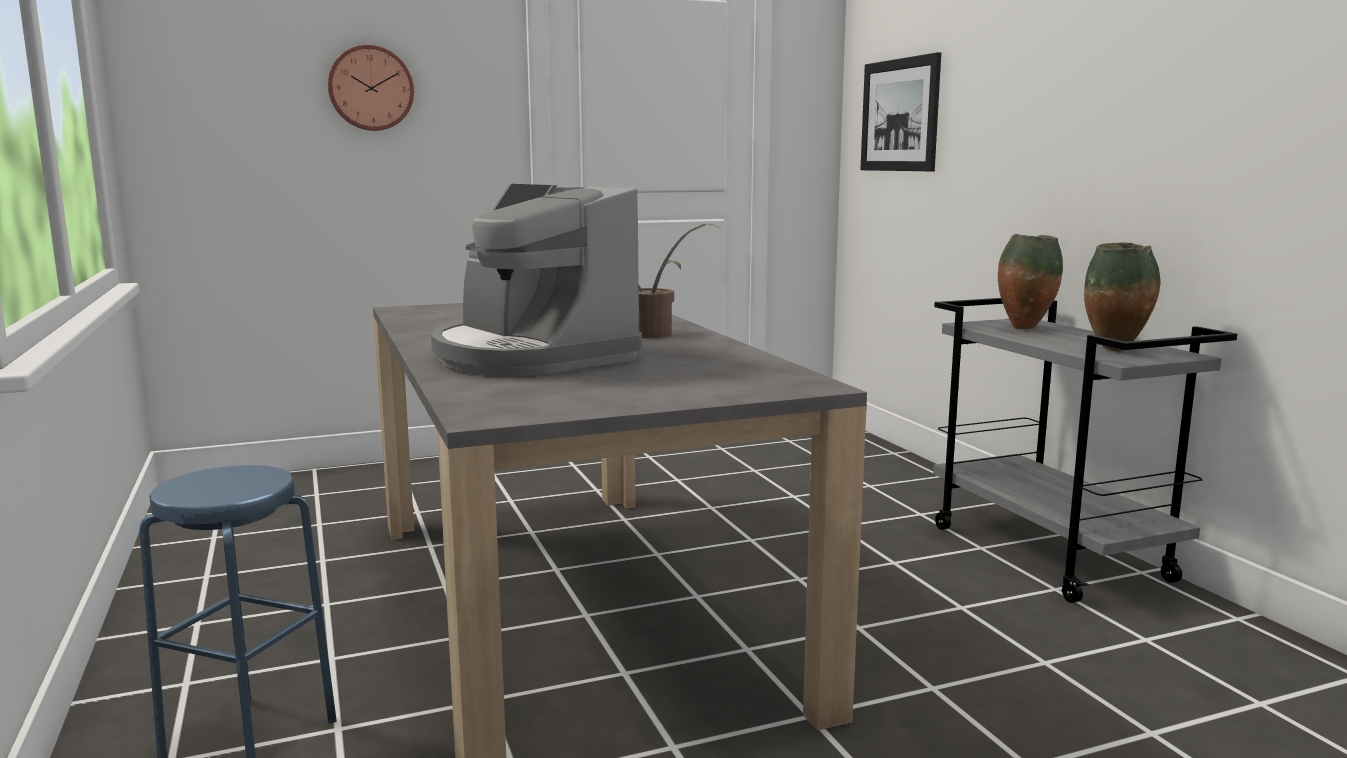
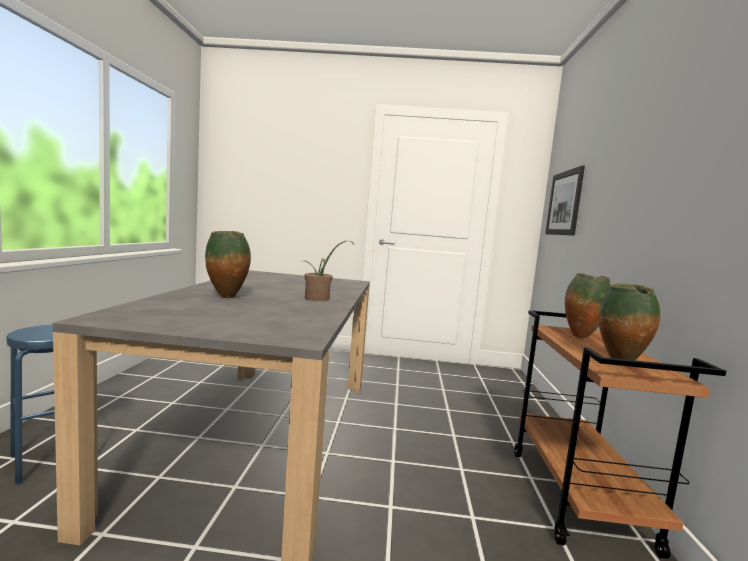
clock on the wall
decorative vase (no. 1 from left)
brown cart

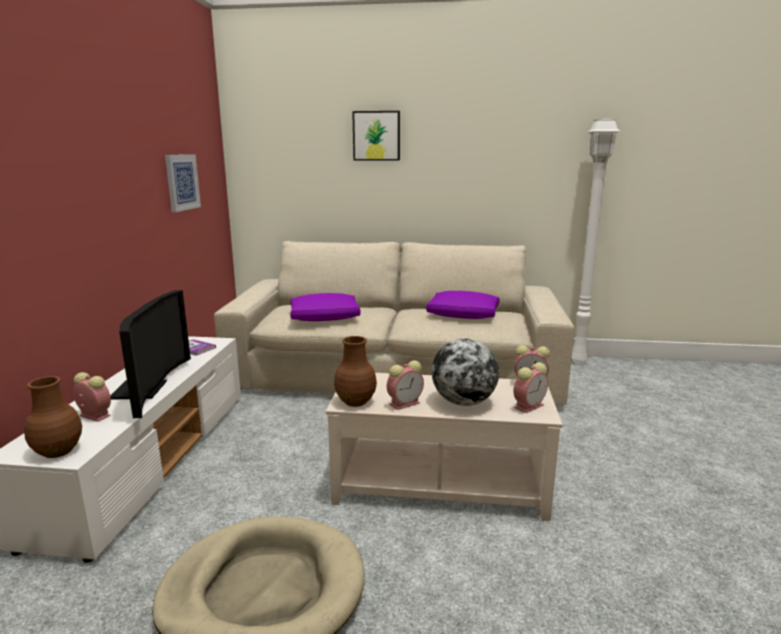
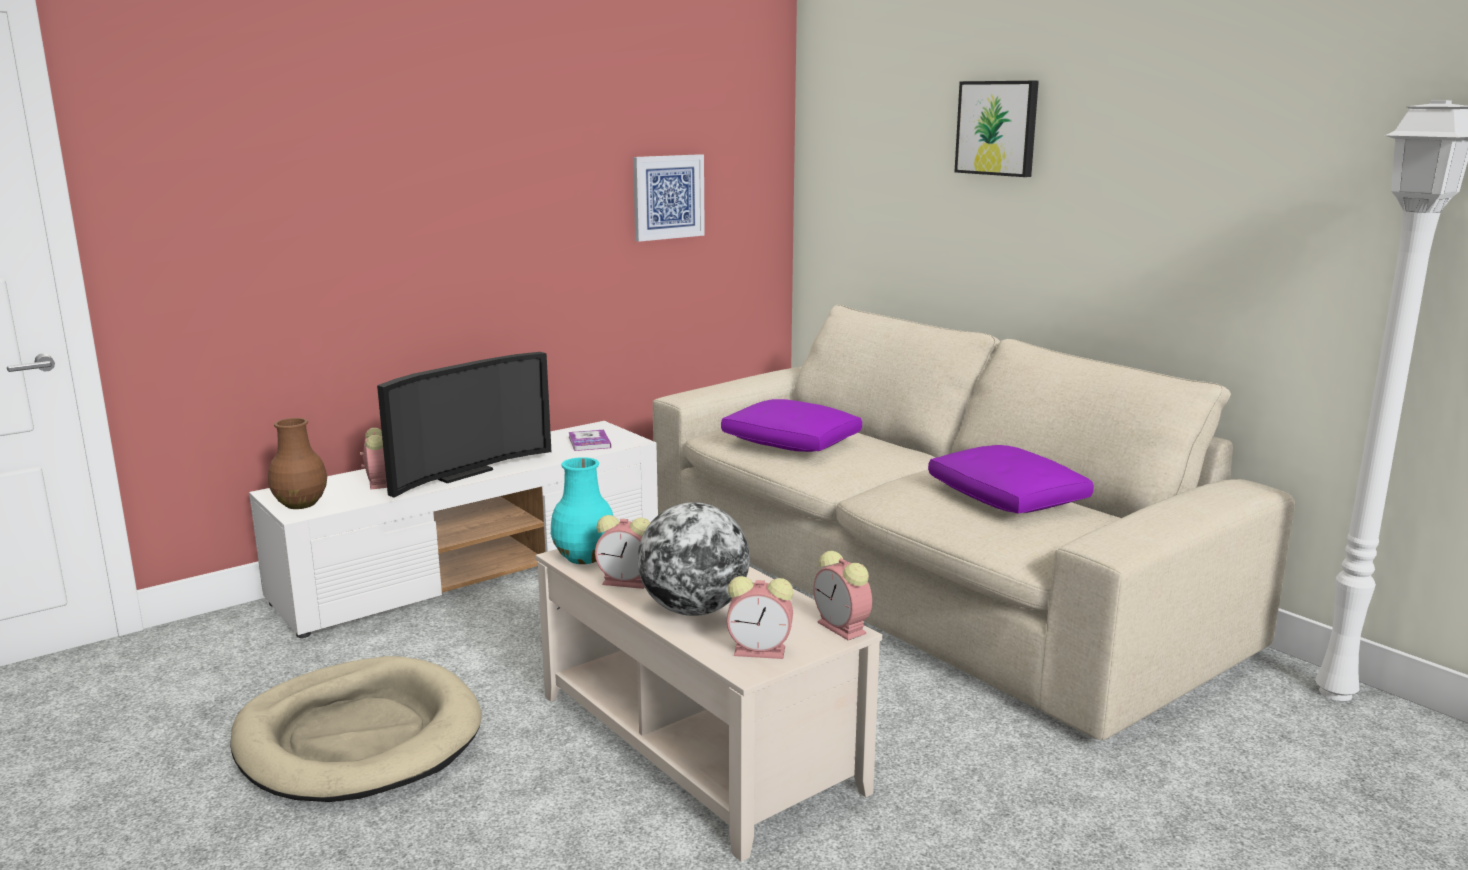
turquoise-coloured decorative vase

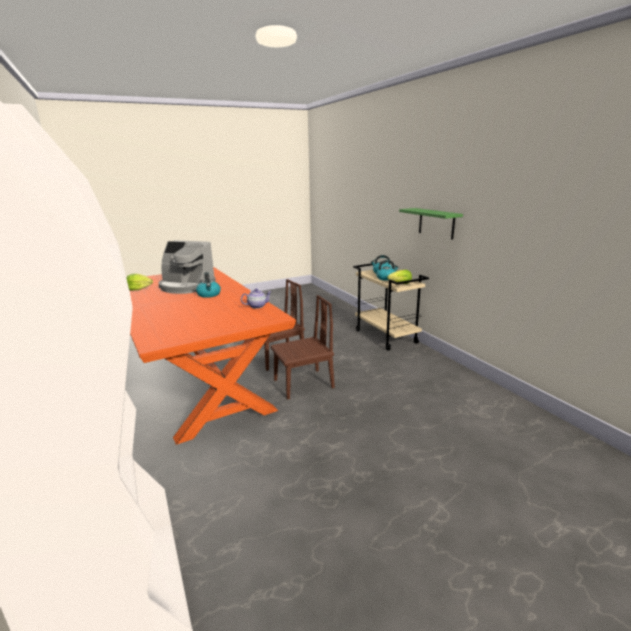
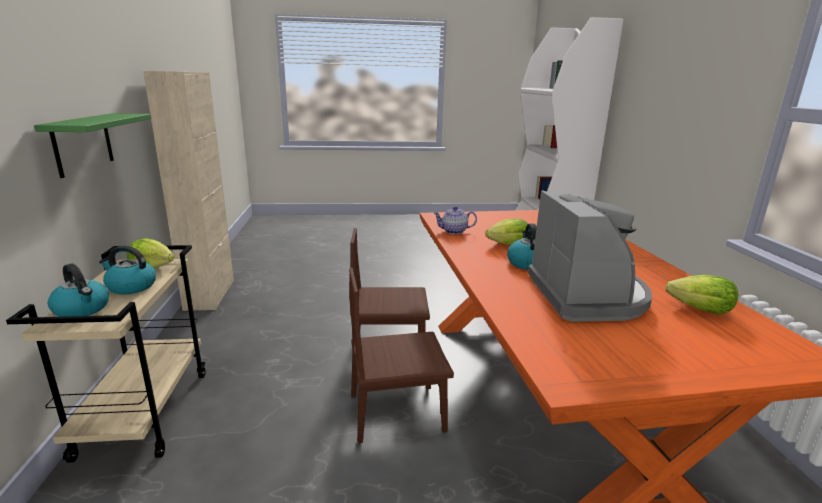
coffee maker
beige-coloured storage cabinet
lettuce head (no. 2 from left)

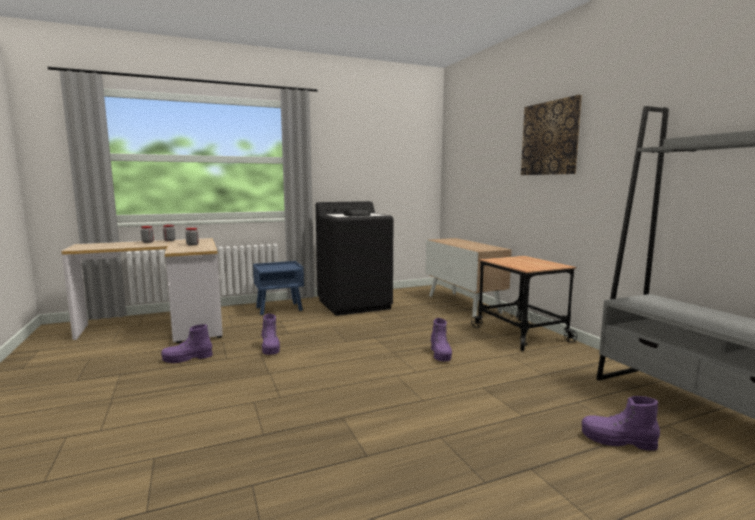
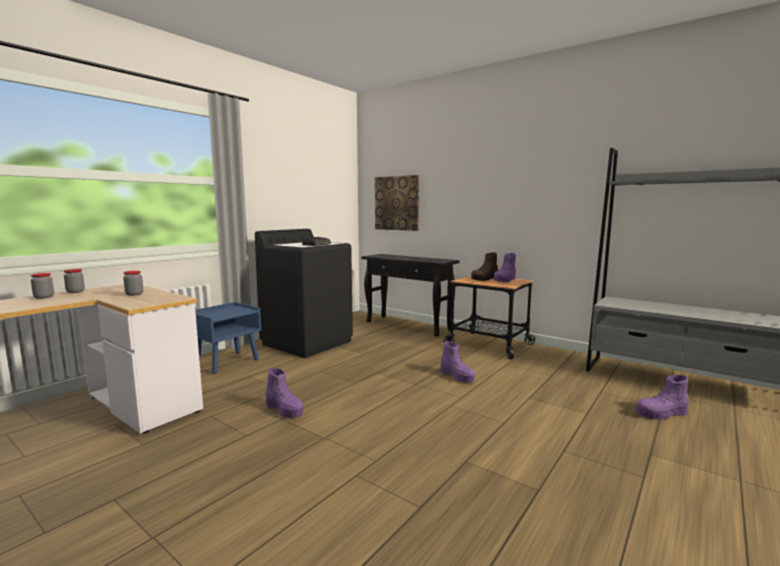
purple high-top boot (no. 3 from left)
black-coloured console table
picture
brown high-top boot

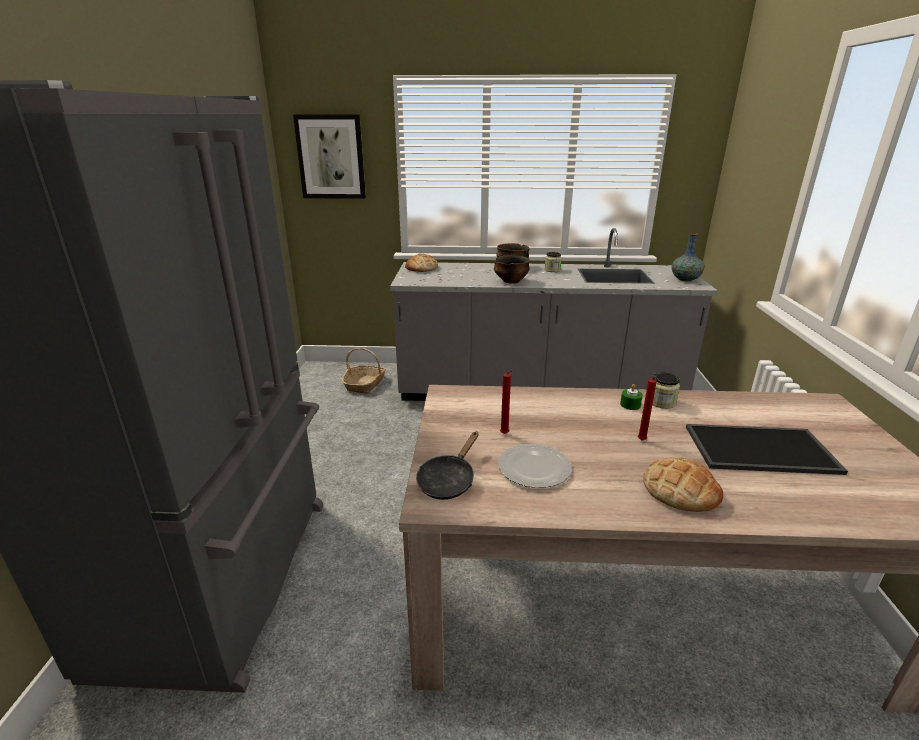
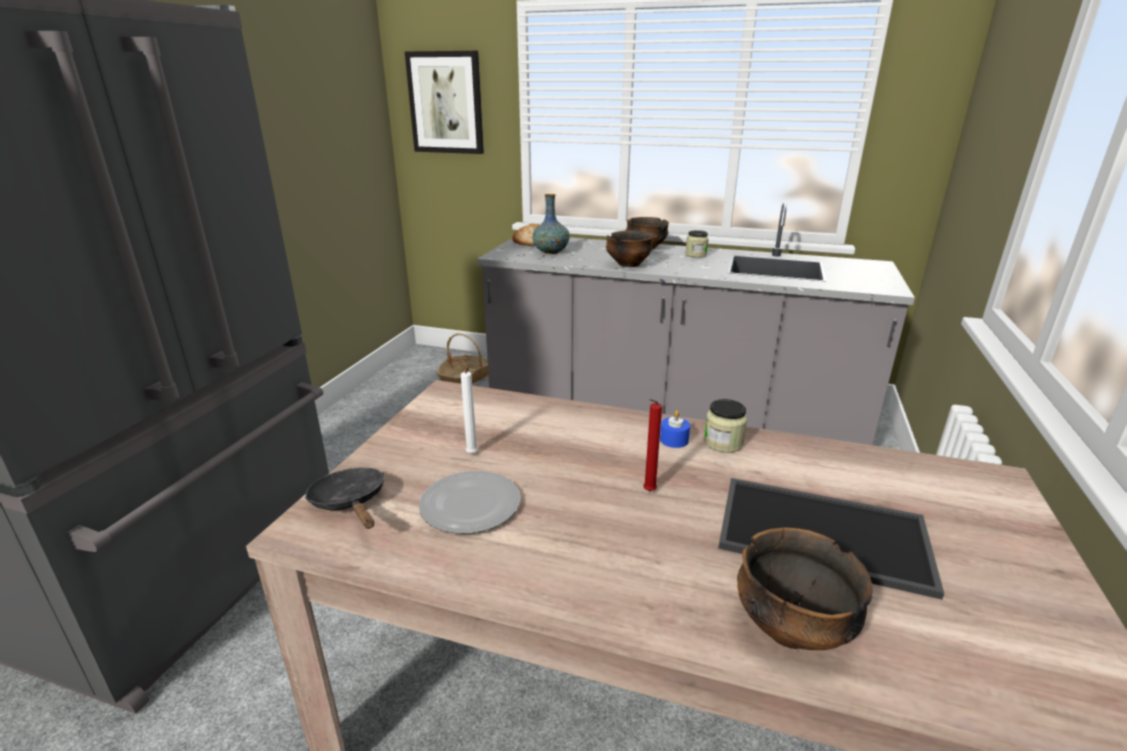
black-coloured skillet
white-coloured wax light
bluish wax light
baked bread (no. 2 from left in the first image)
decorative vase
serving bowl (no. 3 from left)

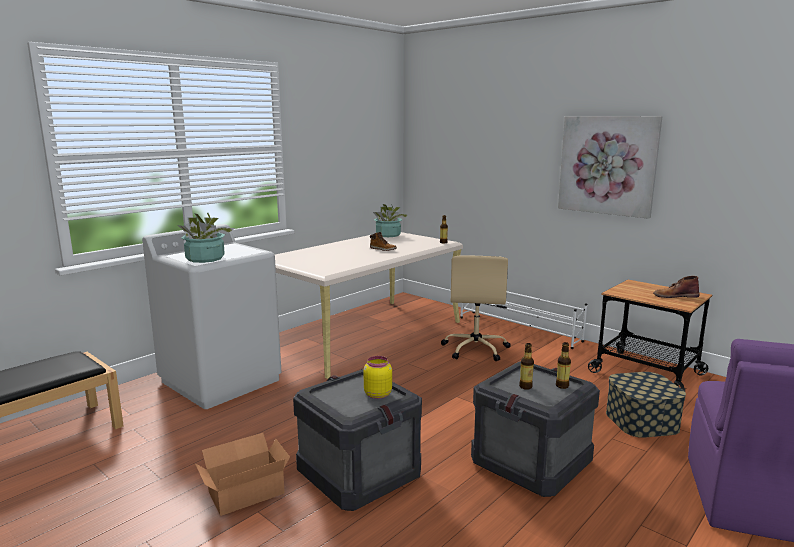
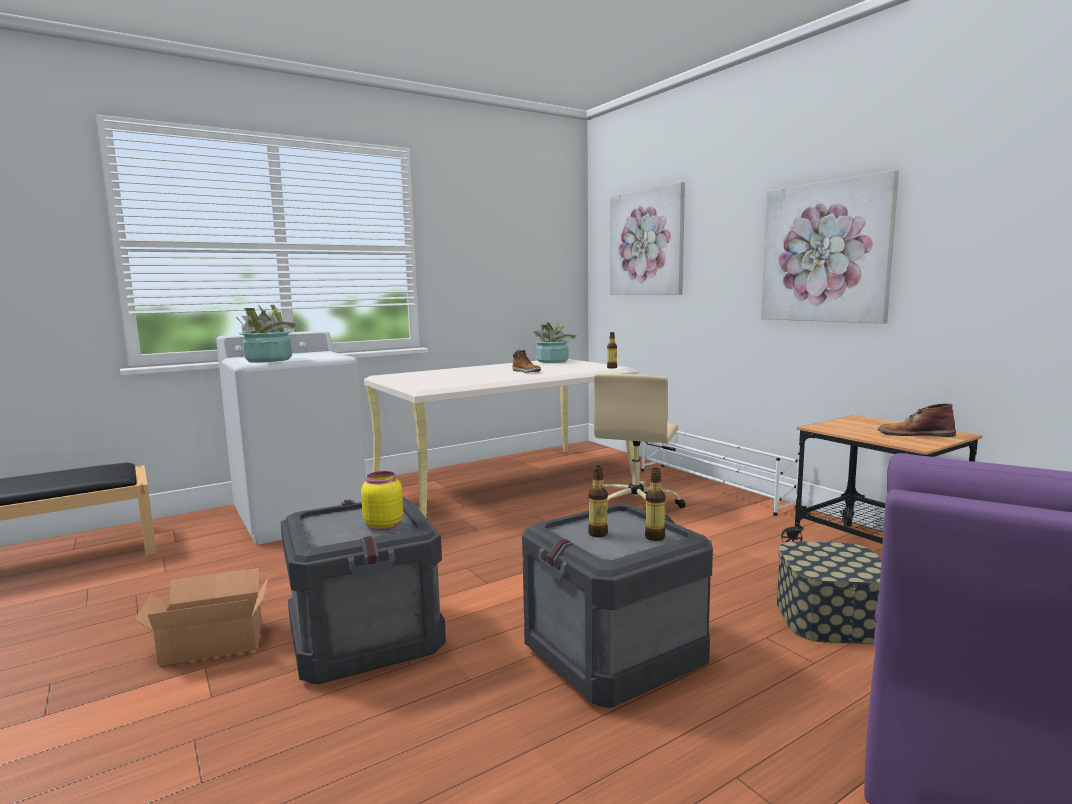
picture (no. 1 from left)

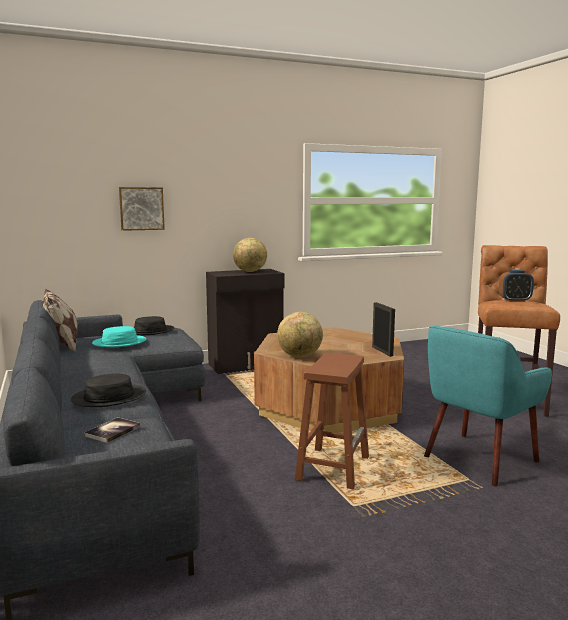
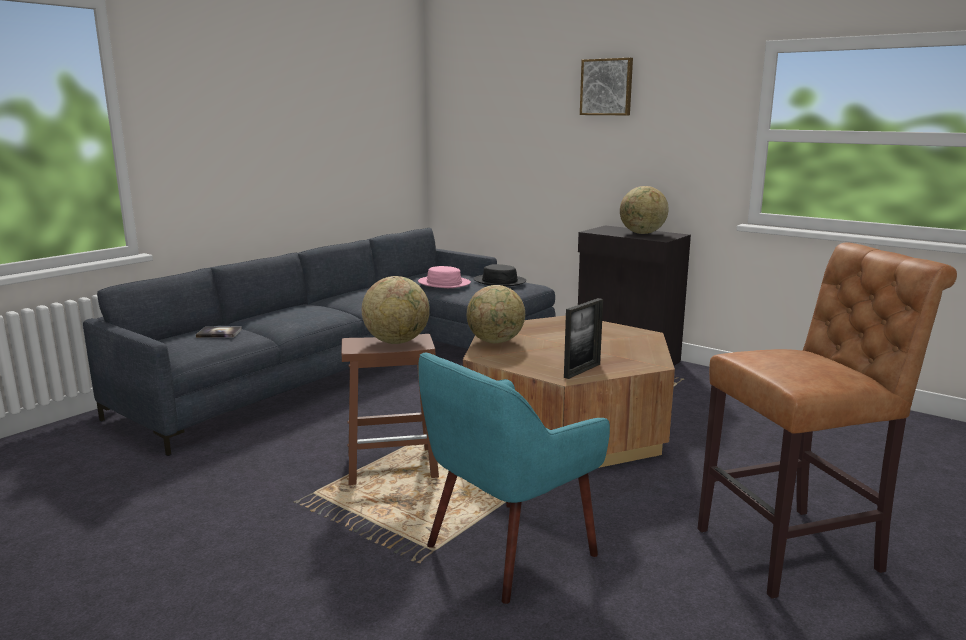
pillow
black-coloured wearable hat (no. 1 from left in the first image)
pinkish wearable hat
picture
turquoise-coloured armchair
bedside clock
globe (no. 1 from left)

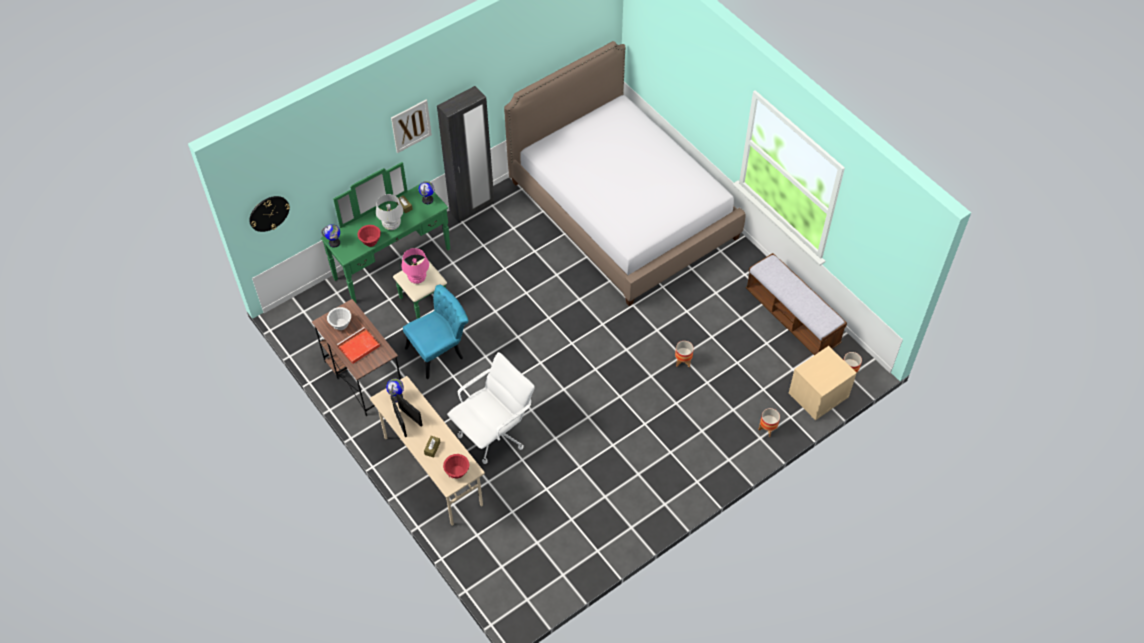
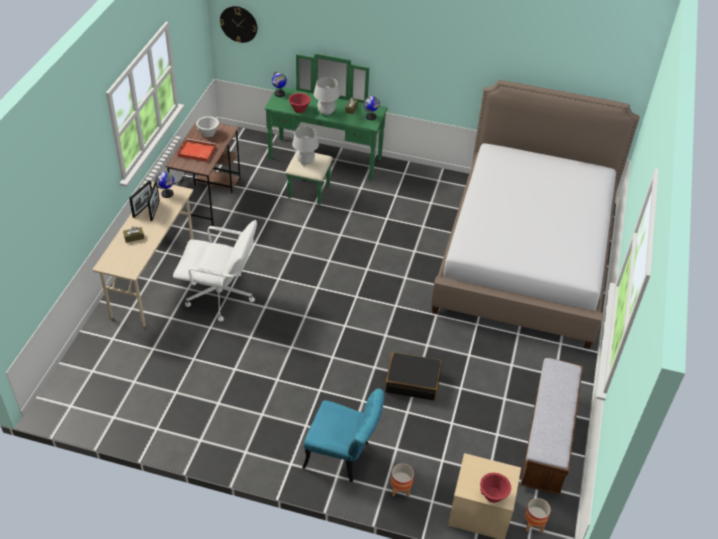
picture
white-coloured table lamp (no. 1 from left)
turquoise-coloured plain chair
black-coloured armoire
reddish serving bowl (no. 2 from left)
black-coloured travel case

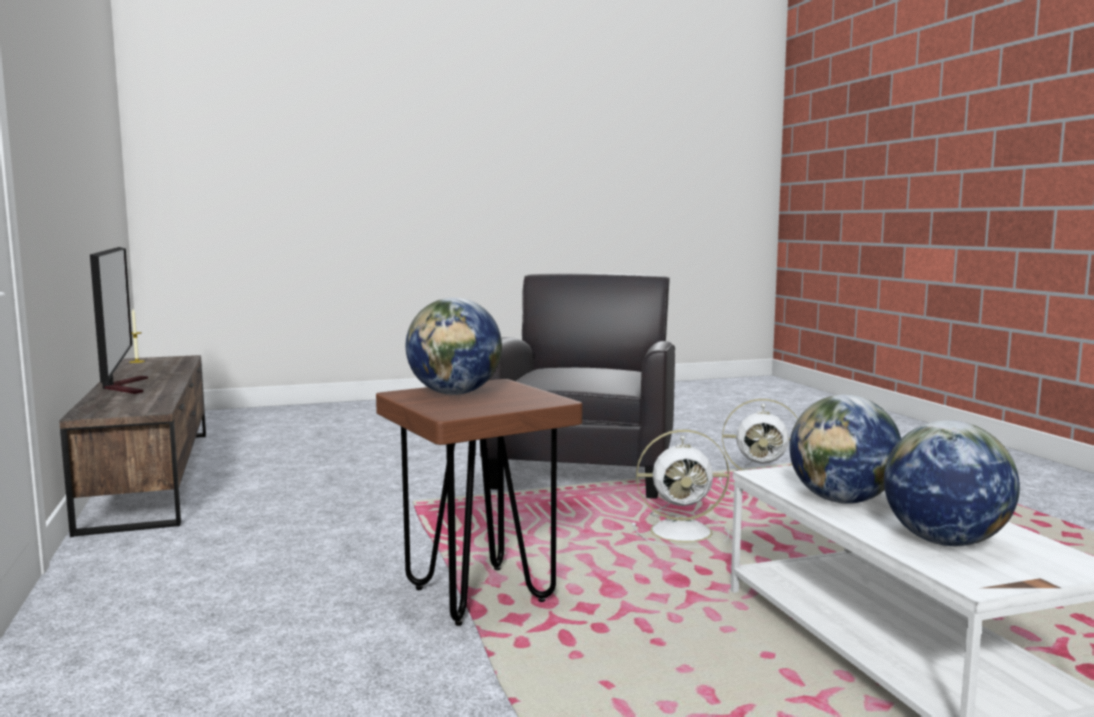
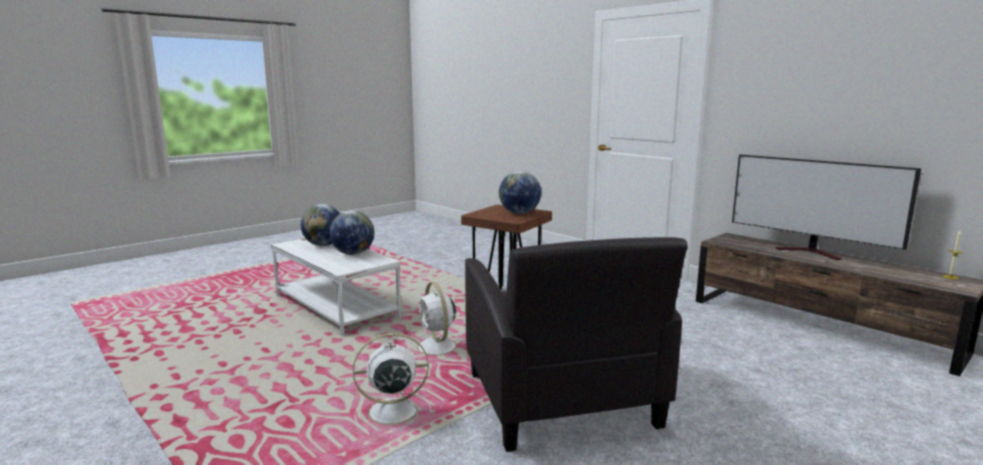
white-coloured fan (no. 2 from left)

